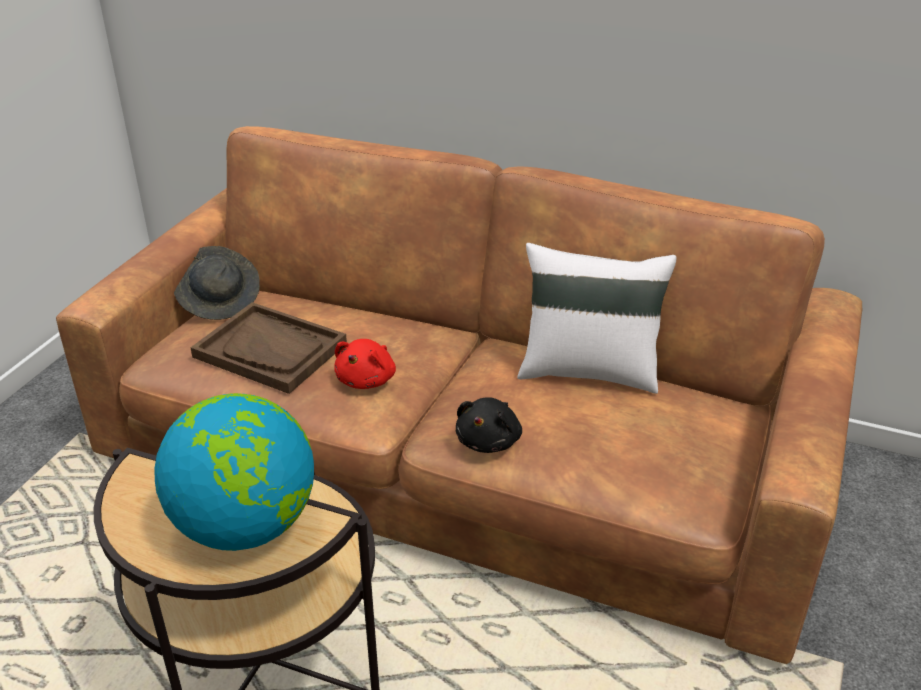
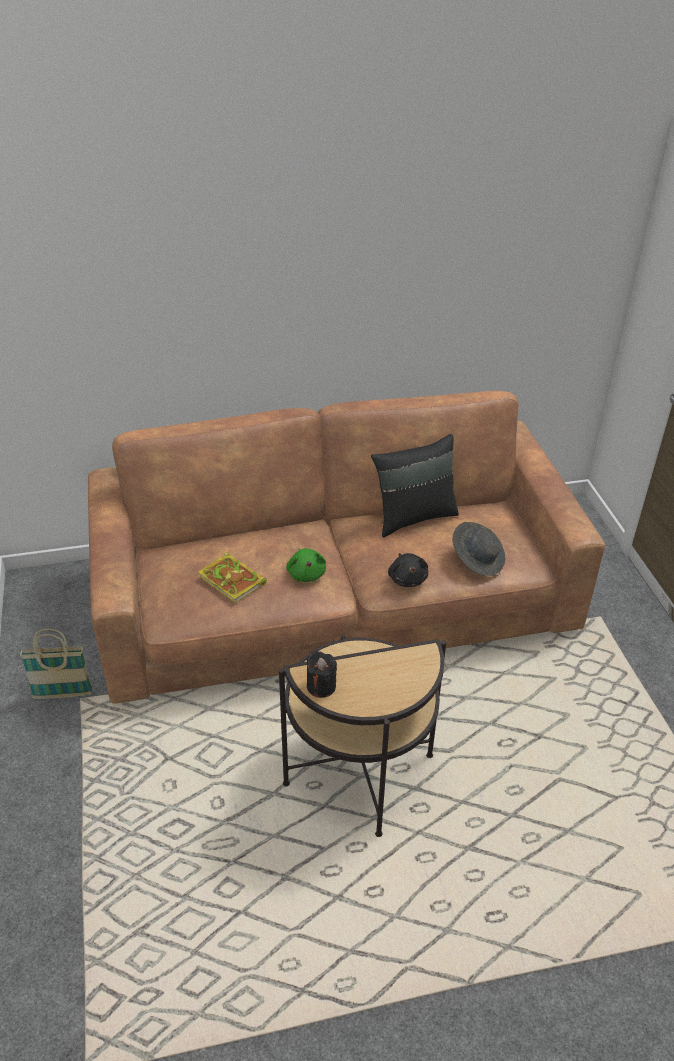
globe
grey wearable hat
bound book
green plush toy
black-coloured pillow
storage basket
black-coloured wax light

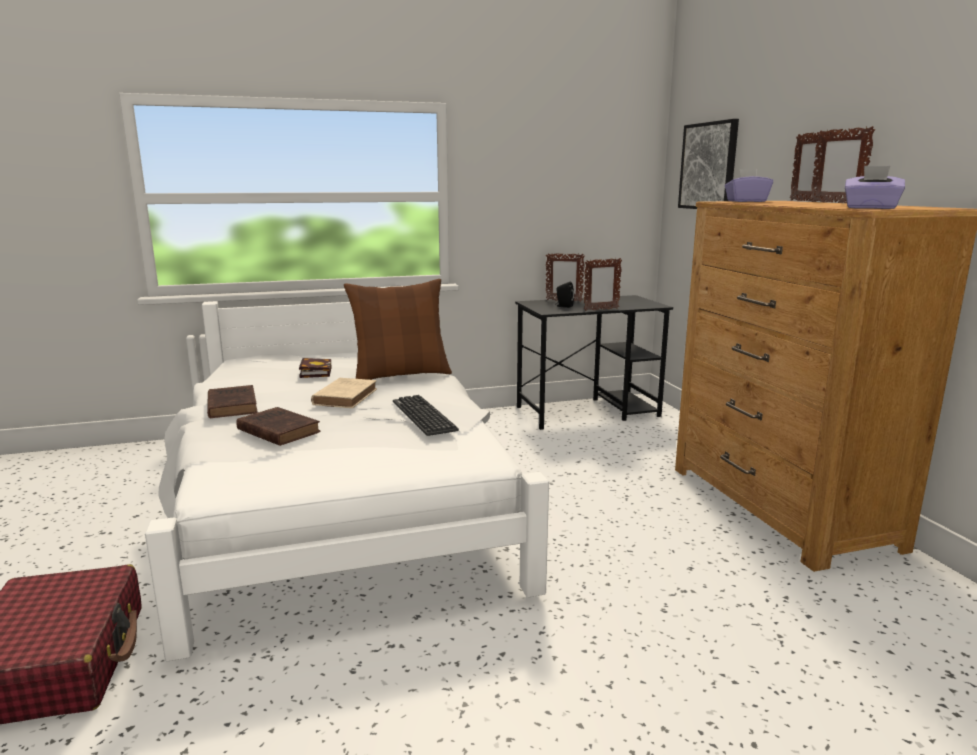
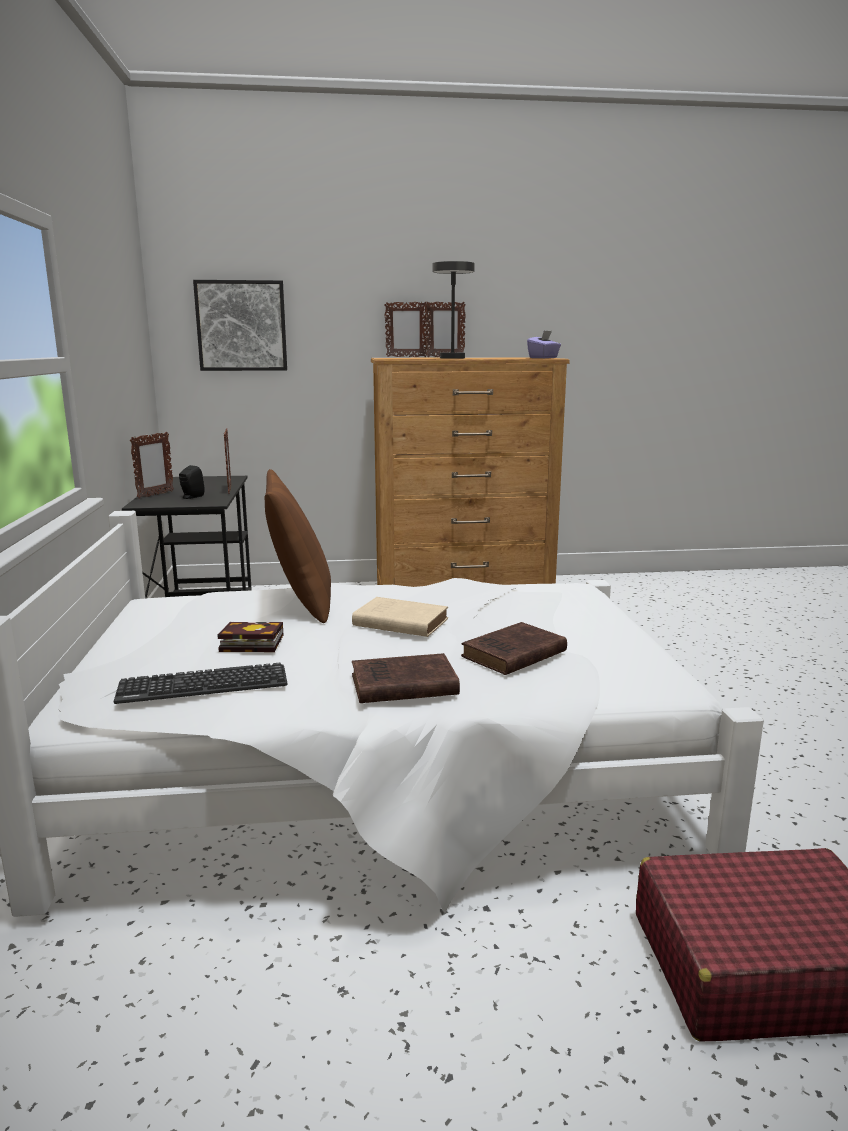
PC keyboard
purple tissue holder (no. 1 from left in the first image)
grey table lamp

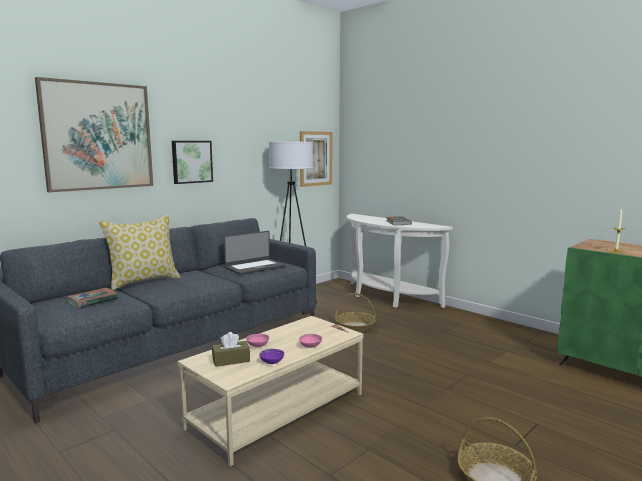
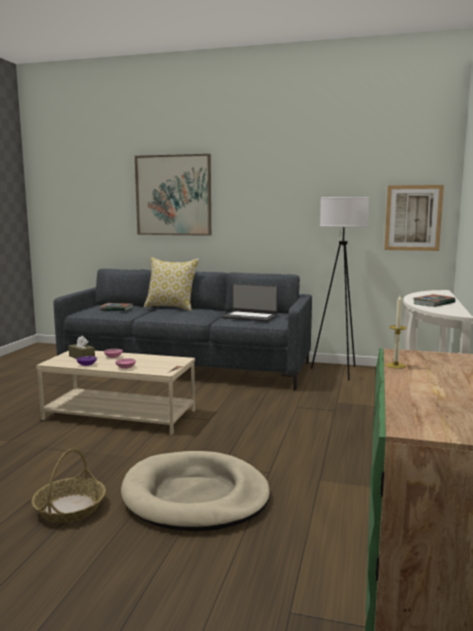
picture (no. 2 from left in the first image)
storage basket (no. 1 from left in the first image)
beige-coloured pet bed

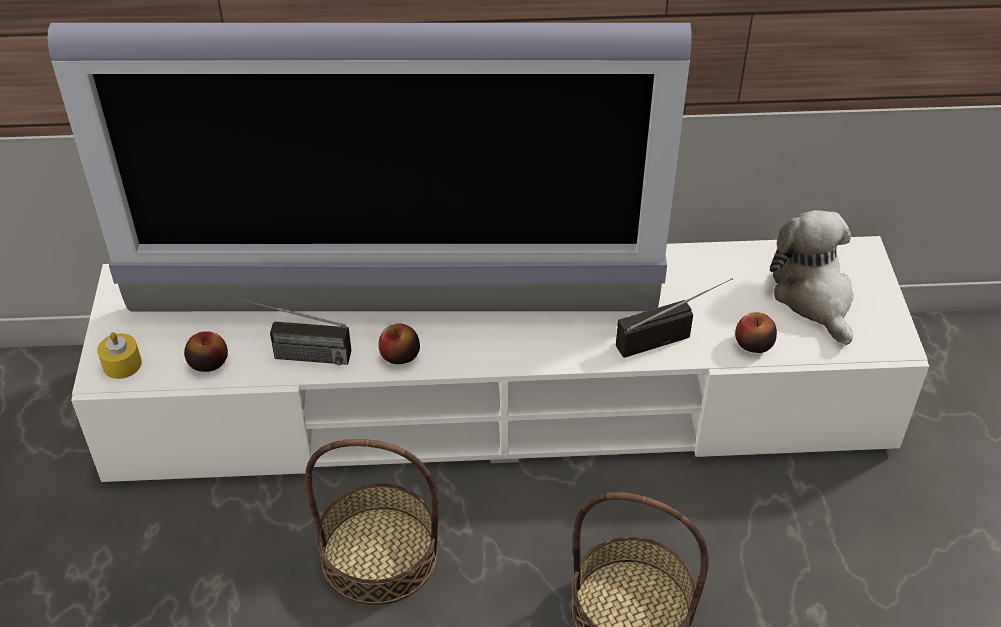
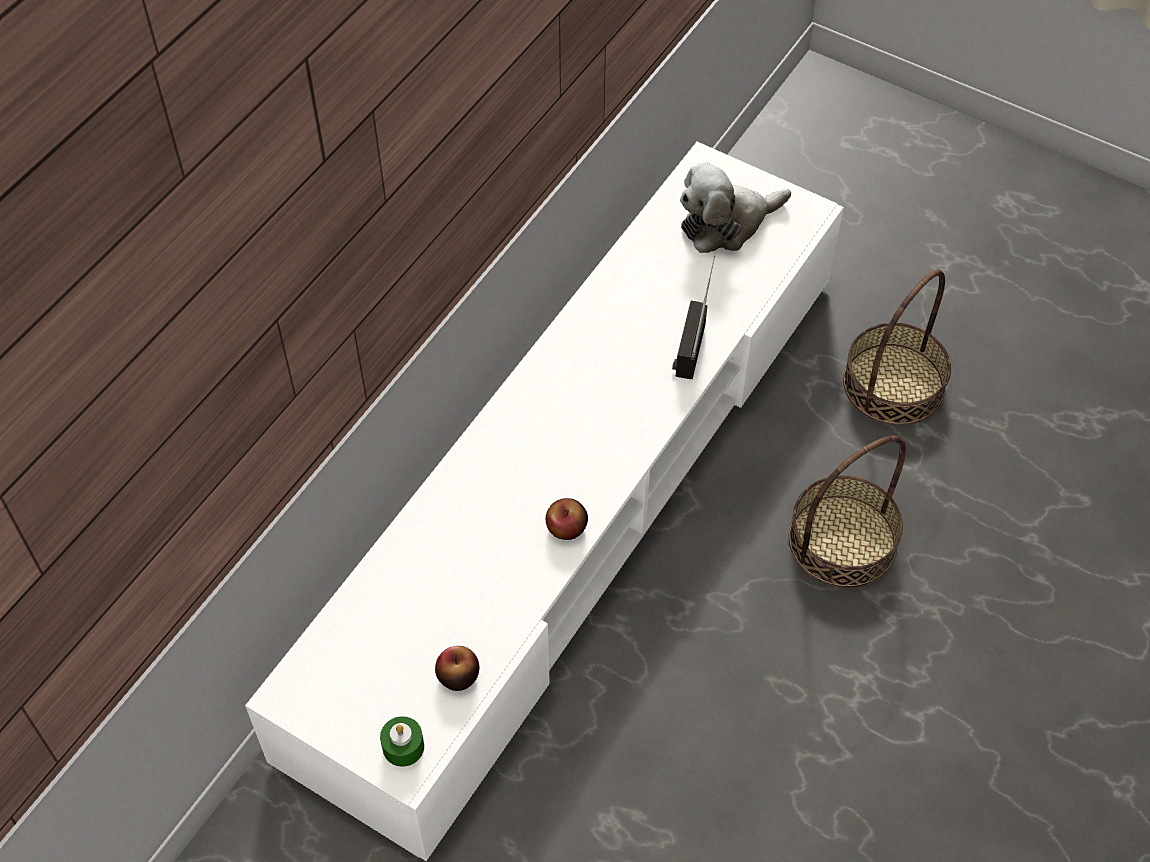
TV set
green wax light
radio (no. 1 from left in the first image)
storage basket (no. 2 from left)
whole apple (no. 3 from left in the first image)
plush toy

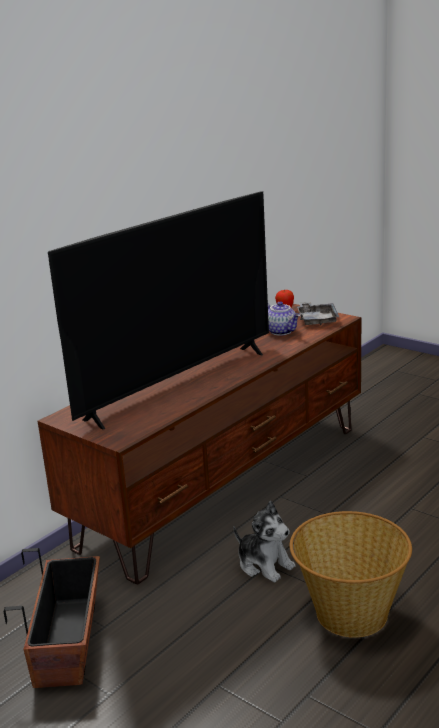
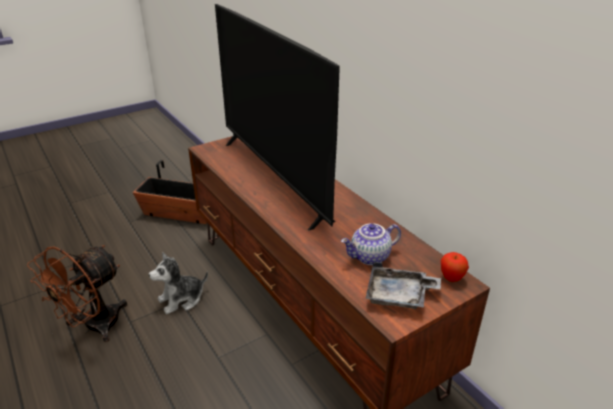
brown fan

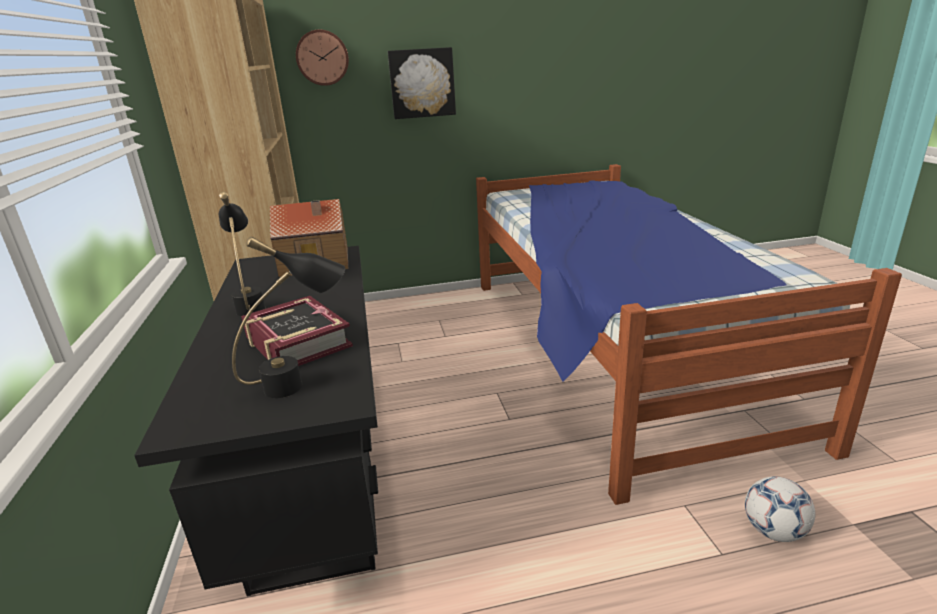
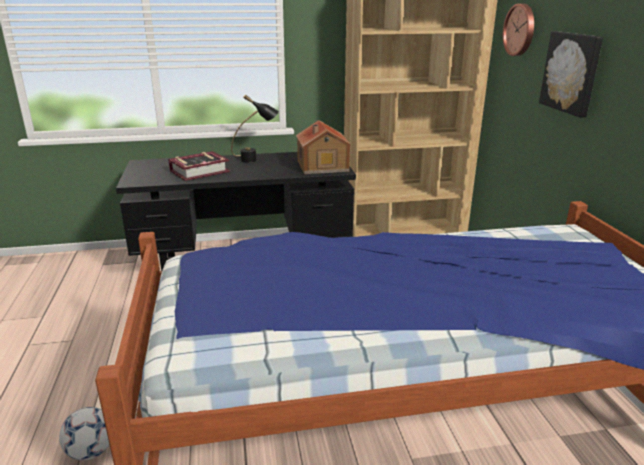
black-coloured table lamp (no. 2 from left in the first image)

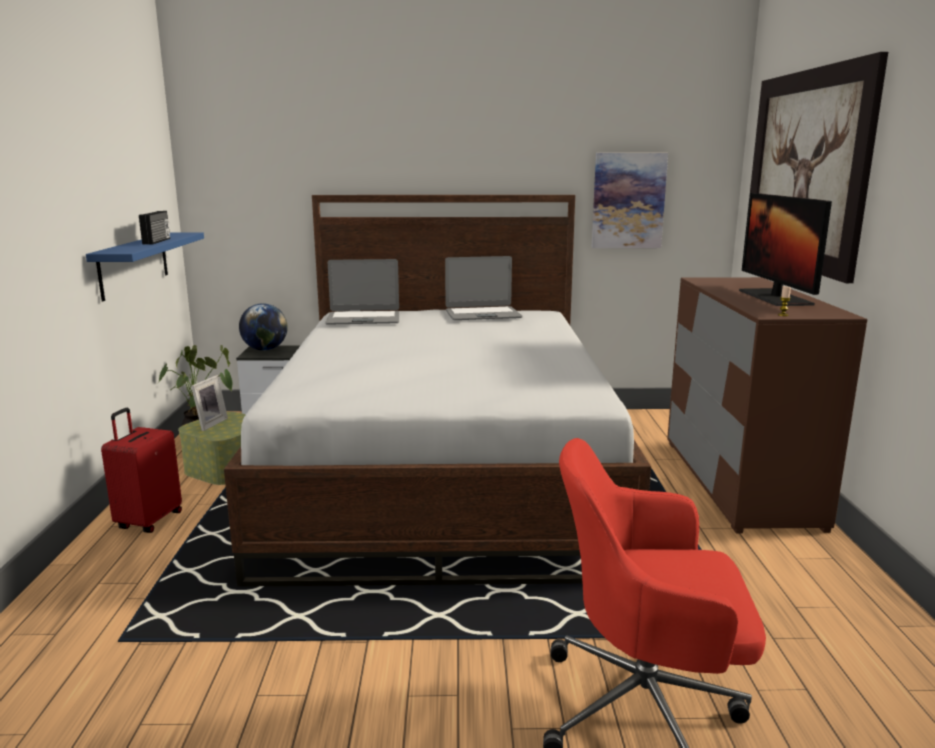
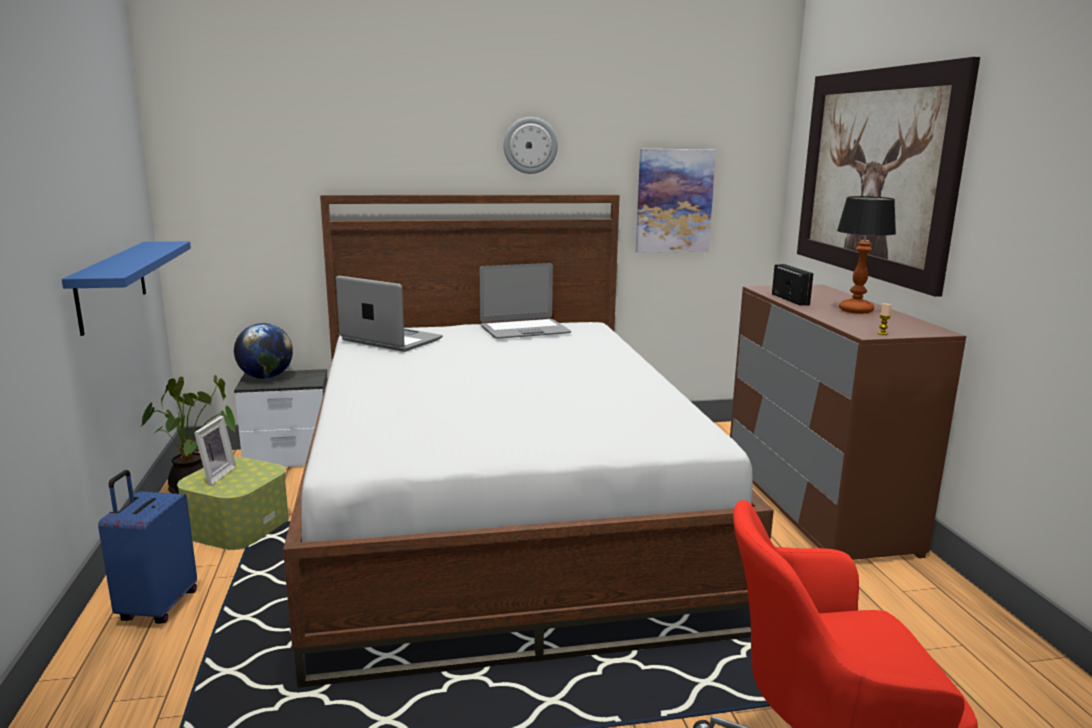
bluish travel case
radio
notebook computer (no. 1 from left)
table lamp
clock on the wall

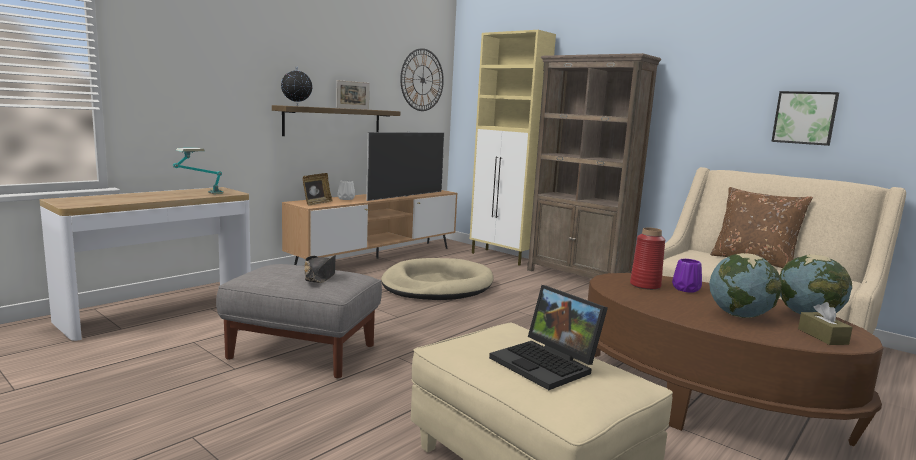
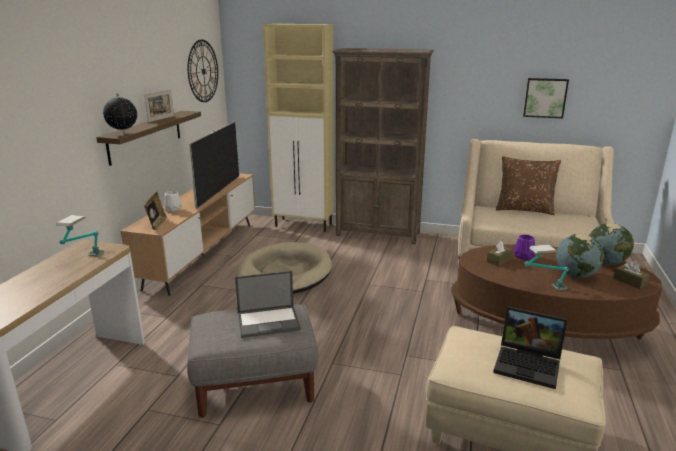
notebook computer (no. 1 from left)
brown tissue holder (no. 1 from left)
table lamp (no. 2 from left)

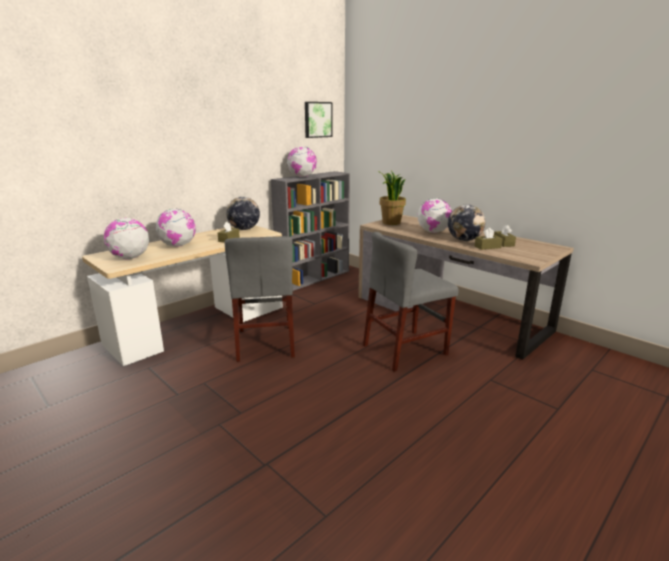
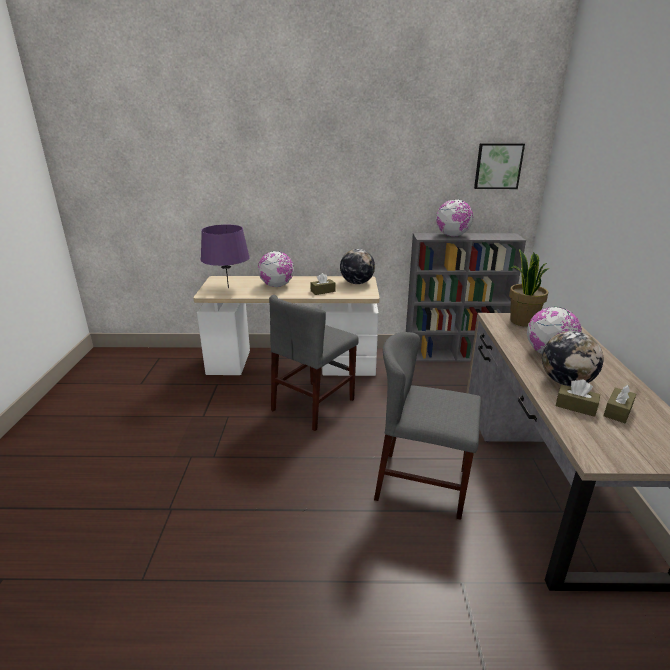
purple table lamp

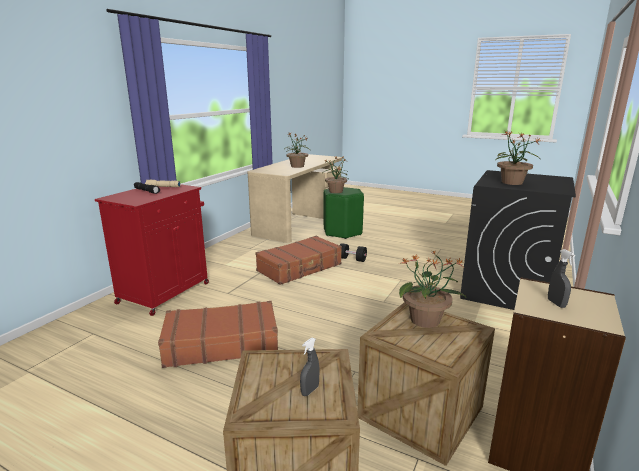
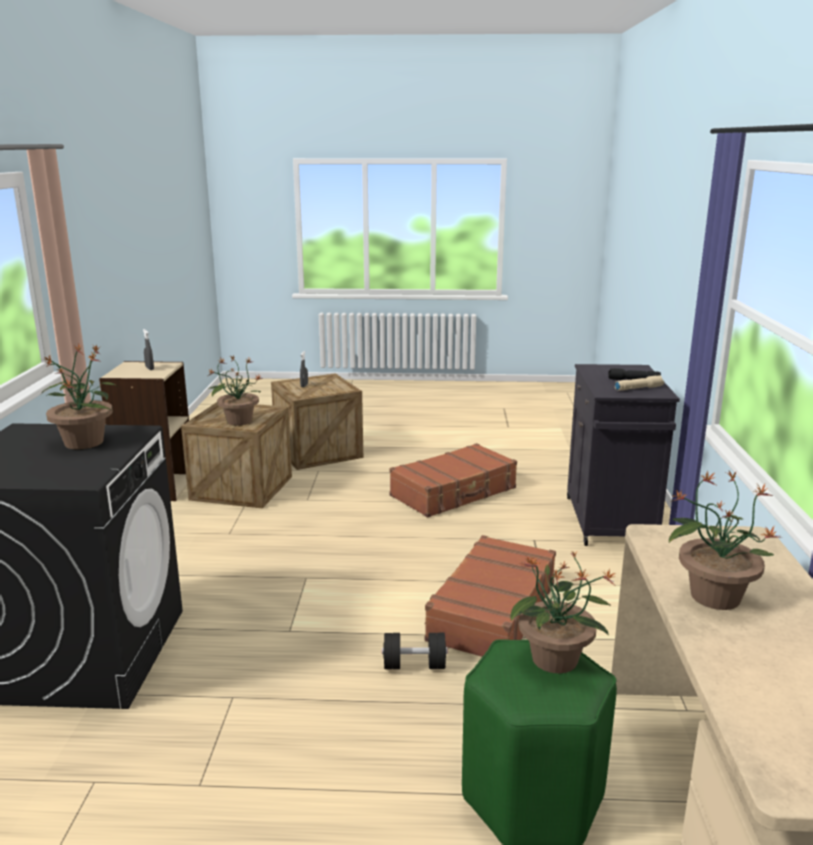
black-coloured storage cabinet

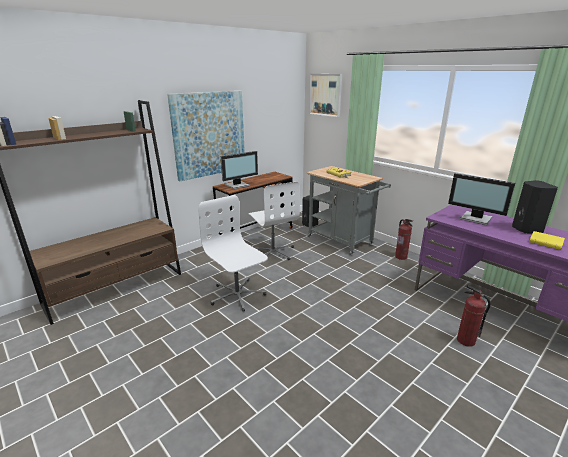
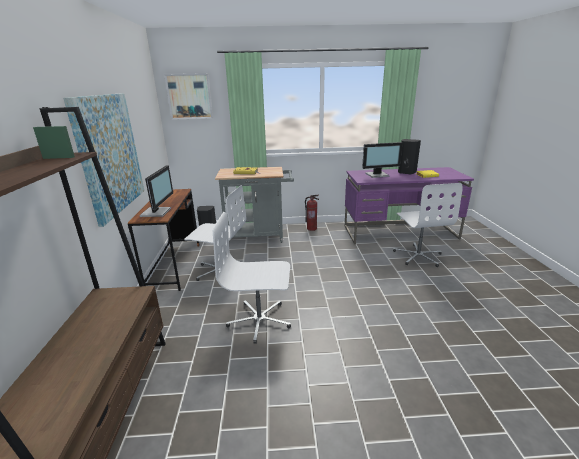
white-coloured office chair (no. 3 from left)

